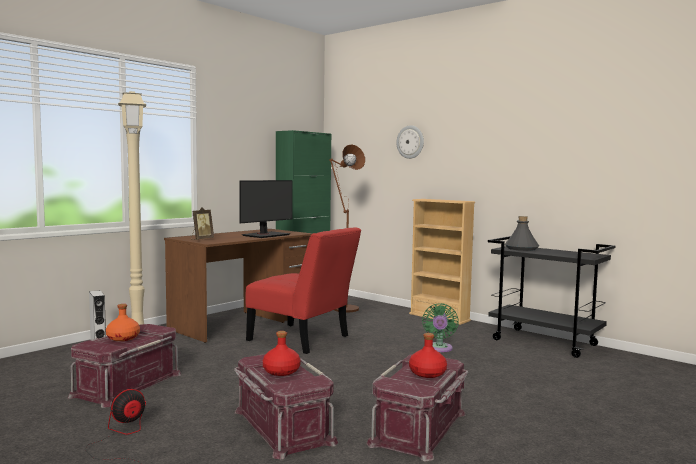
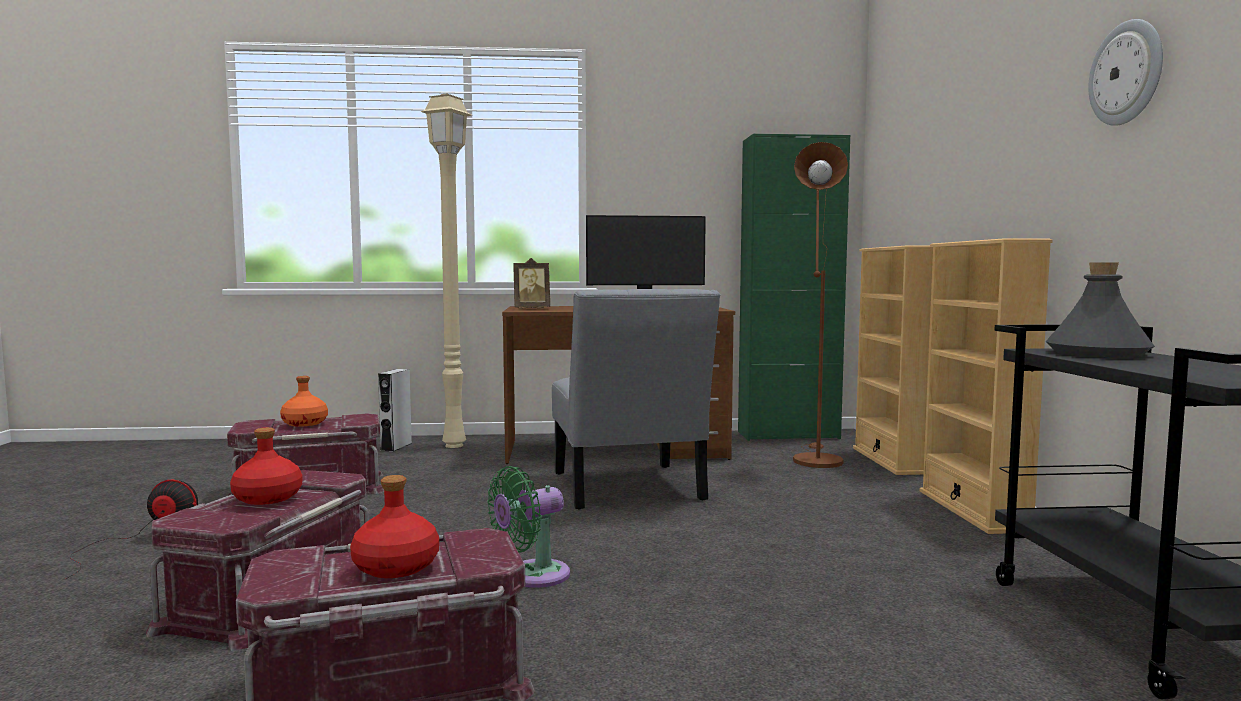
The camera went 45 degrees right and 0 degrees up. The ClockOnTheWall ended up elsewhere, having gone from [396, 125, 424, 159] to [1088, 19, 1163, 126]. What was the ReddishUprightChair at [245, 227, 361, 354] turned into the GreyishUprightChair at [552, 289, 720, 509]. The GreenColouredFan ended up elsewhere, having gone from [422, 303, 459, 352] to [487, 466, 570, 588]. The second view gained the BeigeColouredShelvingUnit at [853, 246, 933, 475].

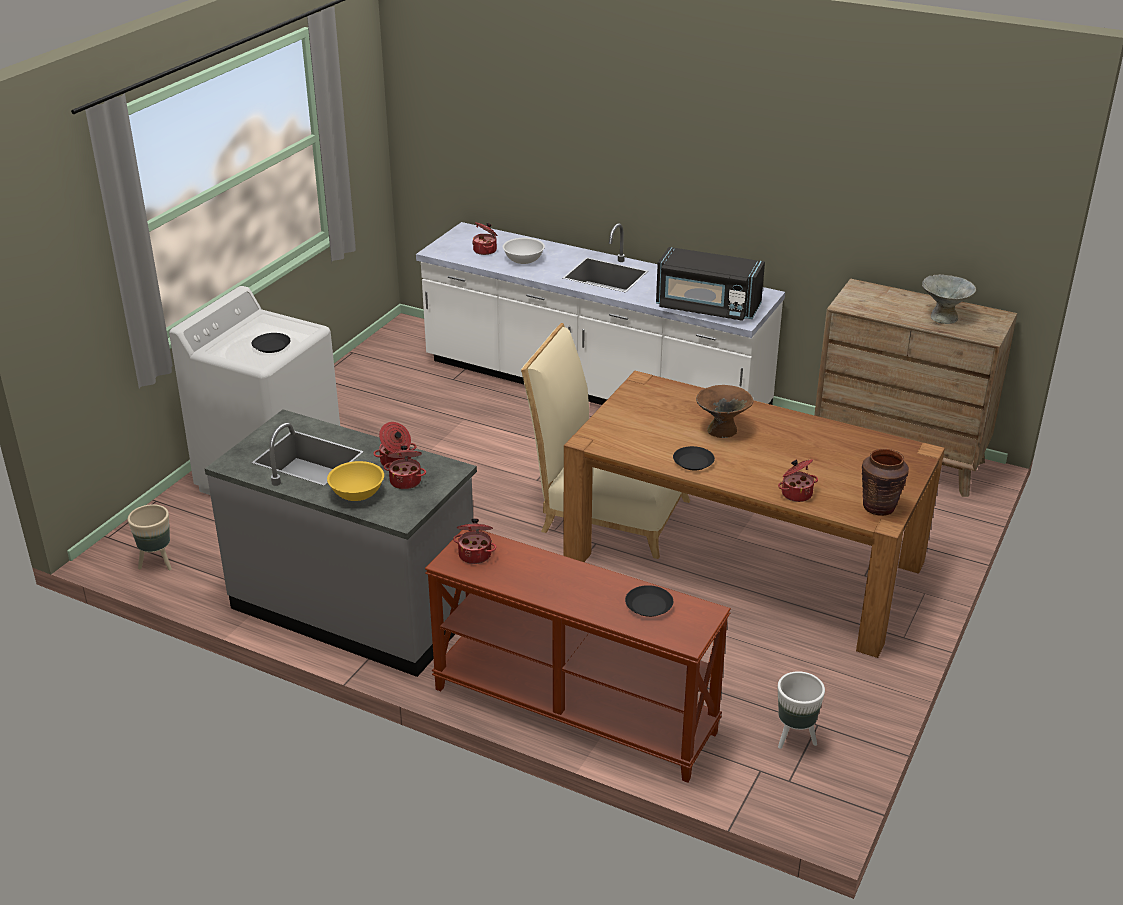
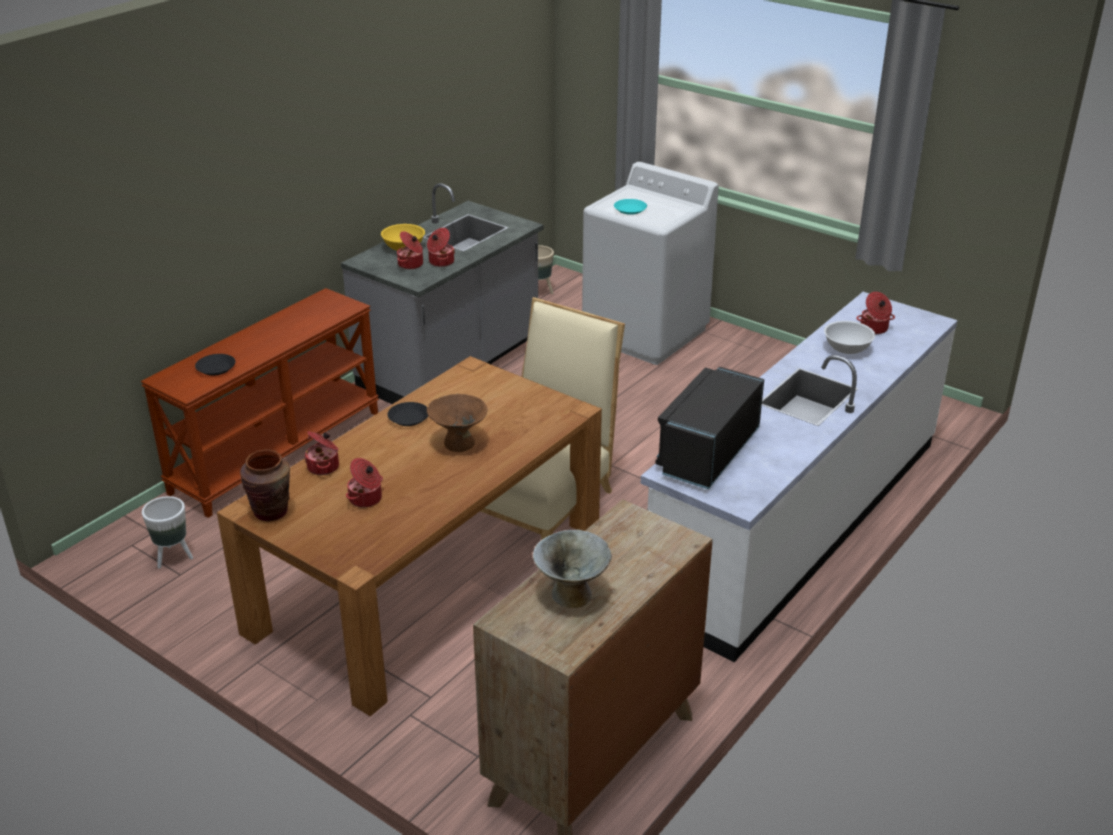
The camera went 100 degrees right and 0 degrees up. What was the BlackColouredFlatDish at [252, 333, 291, 353] turned into the TurquoiseFlatDish at [614, 199, 647, 215]. The CookingPot ended up elsewhere, having gone from [453, 519, 496, 564] to [346, 458, 383, 508].

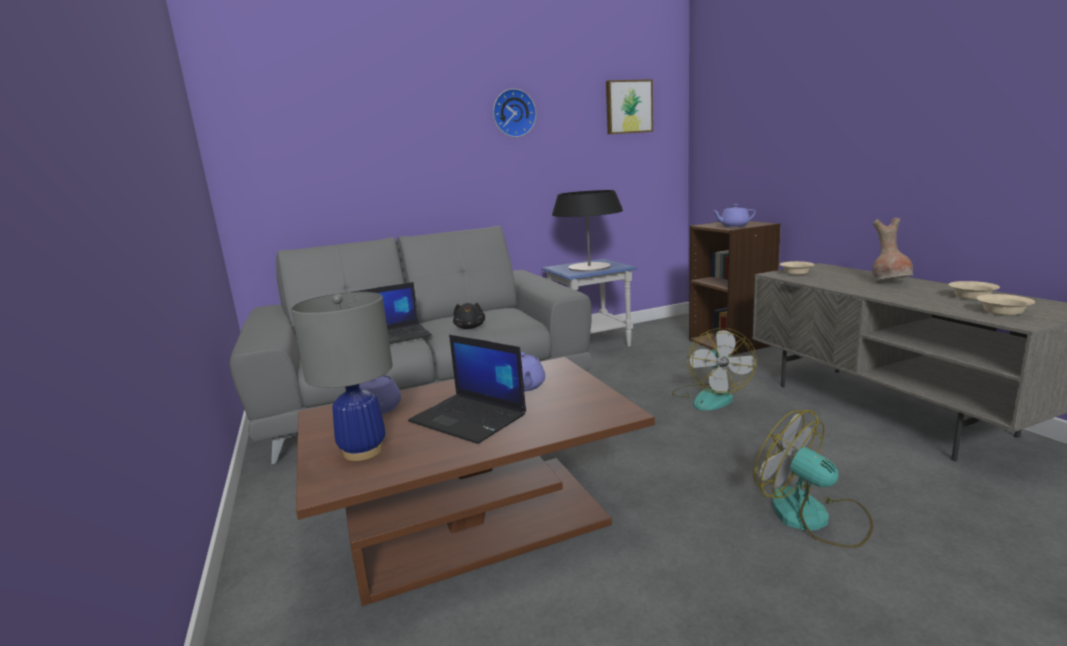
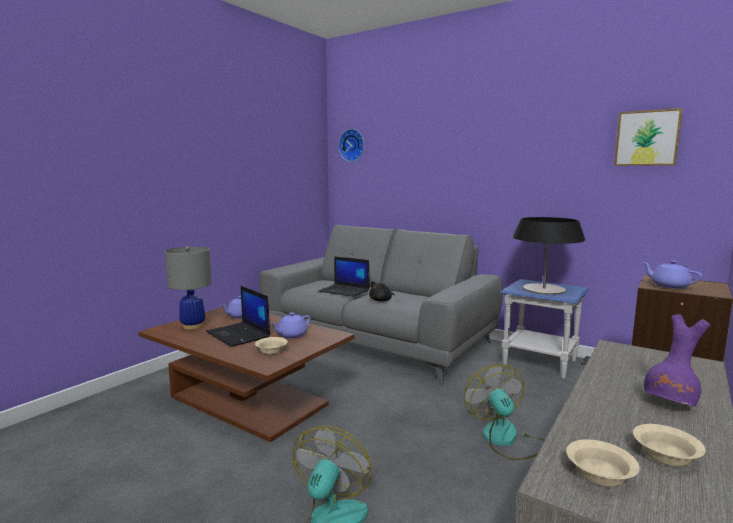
The camera went 55 degrees right and 5 degrees down. The ClockOnTheWall ended up elsewhere, having gone from [493, 89, 536, 137] to [338, 129, 364, 162]. What was the BrownFlowerVase at [872, 217, 913, 282] turned into the PurplishFlowerVase at [643, 314, 710, 407]. The BeigeColouredBowl ended up elsewhere, having gone from [779, 261, 815, 275] to [255, 337, 288, 354]. The Fan at [672, 328, 757, 411] ended up facing another way, 105 degrees clockwise from before. The PortableComputer at [408, 335, 526, 444] ended up facing another way, 45 degrees counterclockwise from before.

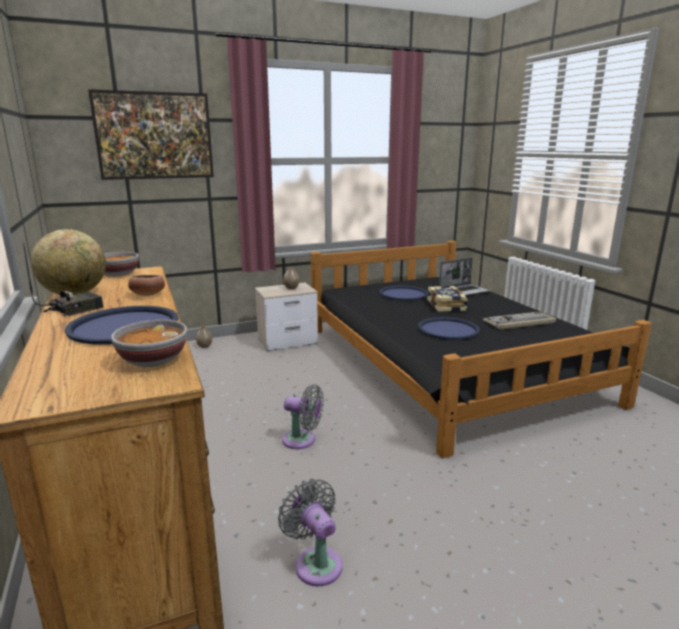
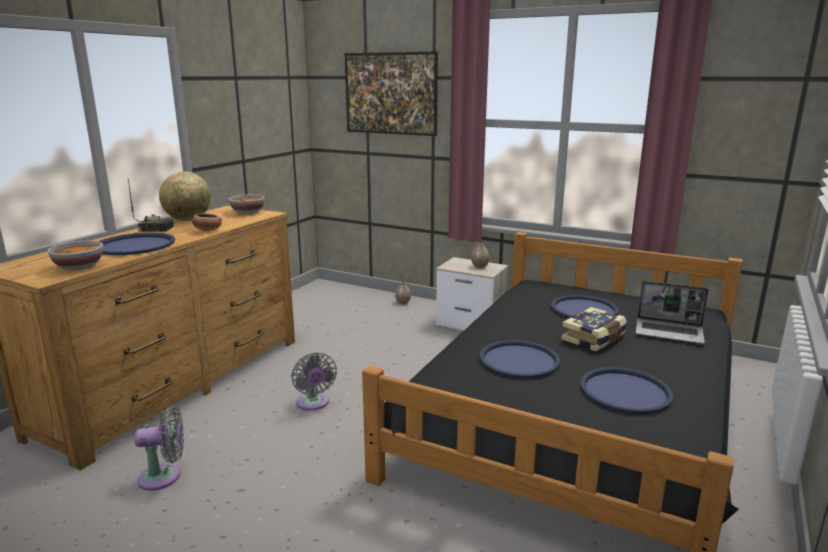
The camera went 50 degrees right and 0 degrees up. Where the ComputerKeyboard stood at [483, 312, 556, 330], the BlueCarryingTray came to stand at [581, 367, 673, 414]. The GreyishFan at [278, 479, 343, 586] ended up facing another way, 60 degrees clockwise from before.

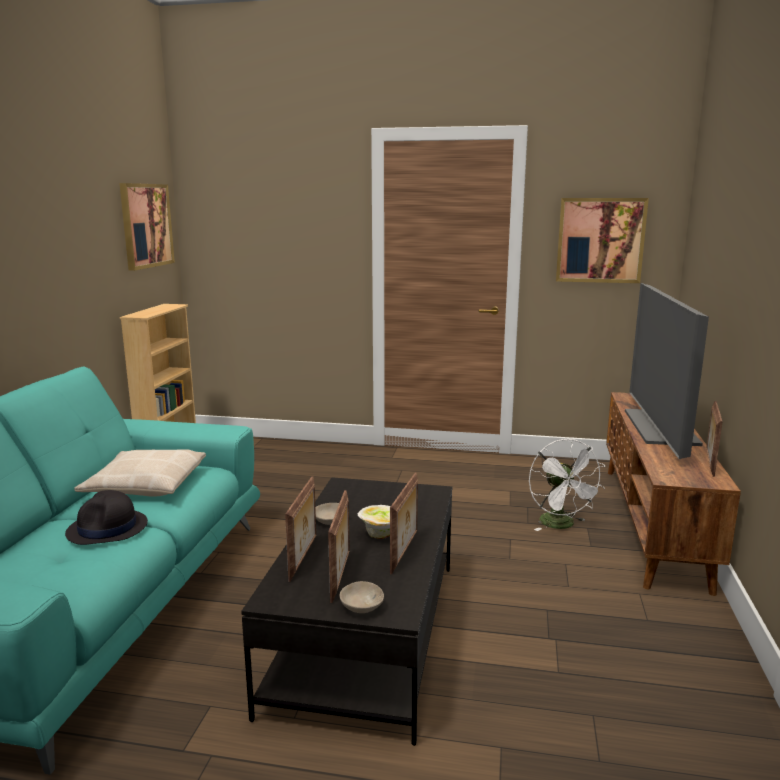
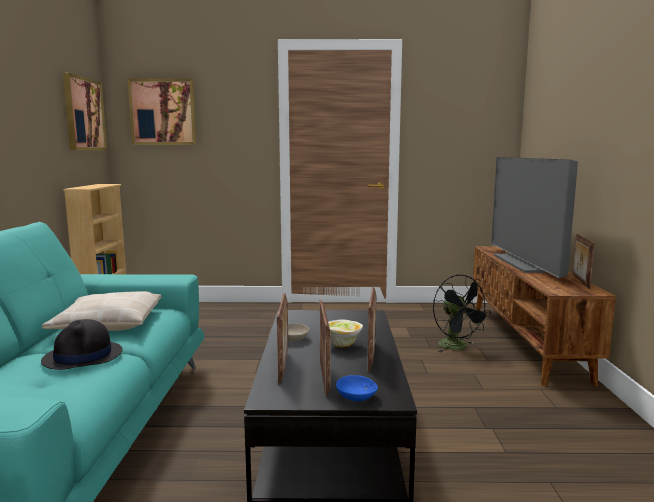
The camera went 10 degrees left and 5 degrees down. The WallArt ended up elsewhere, having gone from [556, 198, 649, 283] to [128, 79, 196, 145]. What was the WhiteColouredFan at [529, 438, 605, 531] turned into the BlackColouredFan at [433, 275, 492, 352]. What was the BeigeColouredBowl at [340, 581, 384, 613] turned into the BlueBowl at [336, 375, 378, 401].

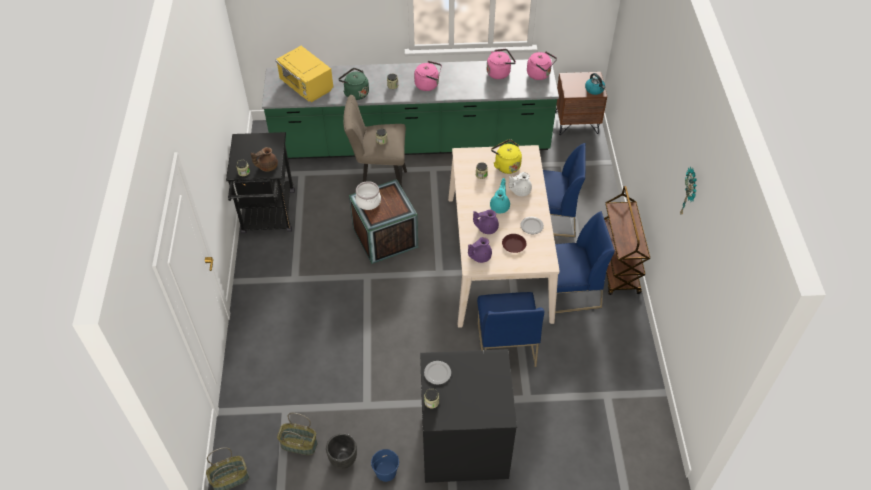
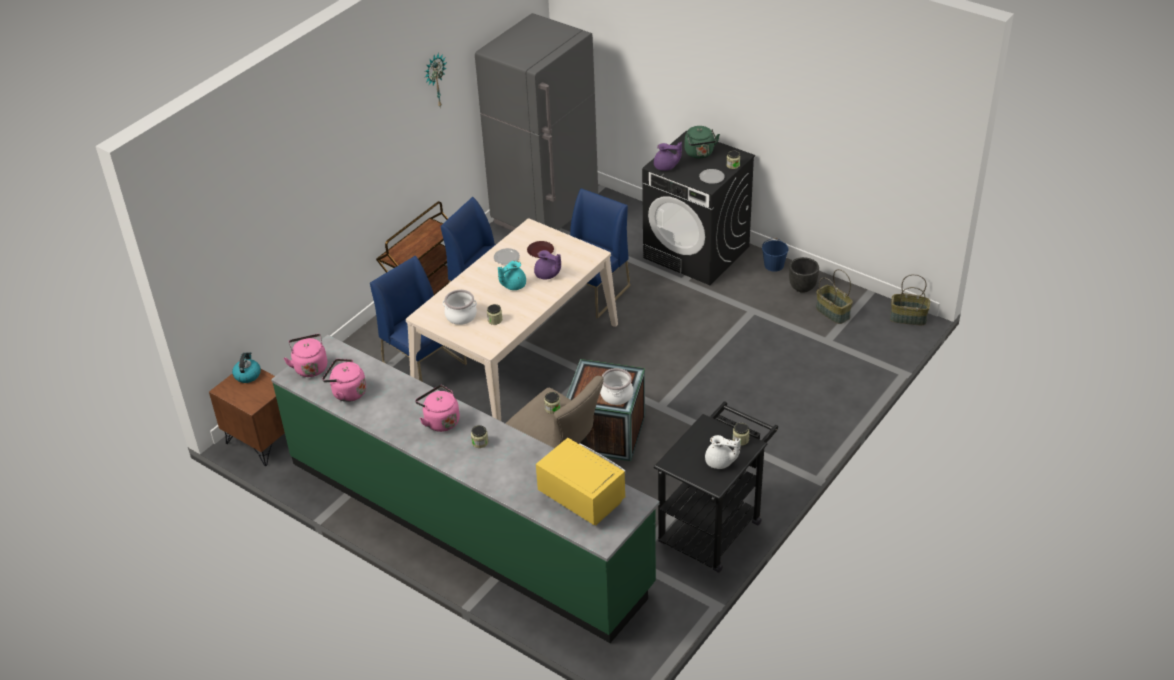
The camera went 140 degrees left and 10 degrees down. The YellowMicrowaveOven at [276, 46, 333, 102] ended up facing another way, 45 degrees counterclockwise from before. The GreenColouredKettle ended up elsewhere, having gone from [338, 68, 369, 100] to [685, 126, 720, 159]. Where the YellowKettle stood at [491, 139, 522, 174], the CookingPot came to stand at [443, 290, 477, 325]. The second view lost the BrownPotForTea at [251, 147, 278, 171]. The WhiteColouredPotForTea ended up elsewhere, having gone from [508, 172, 532, 196] to [705, 435, 741, 469]. The PurplishPotForTea ended up elsewhere, having gone from [468, 237, 492, 263] to [654, 142, 682, 171]. The second view gained the GreyishKitchenFridge at [475, 13, 598, 231].

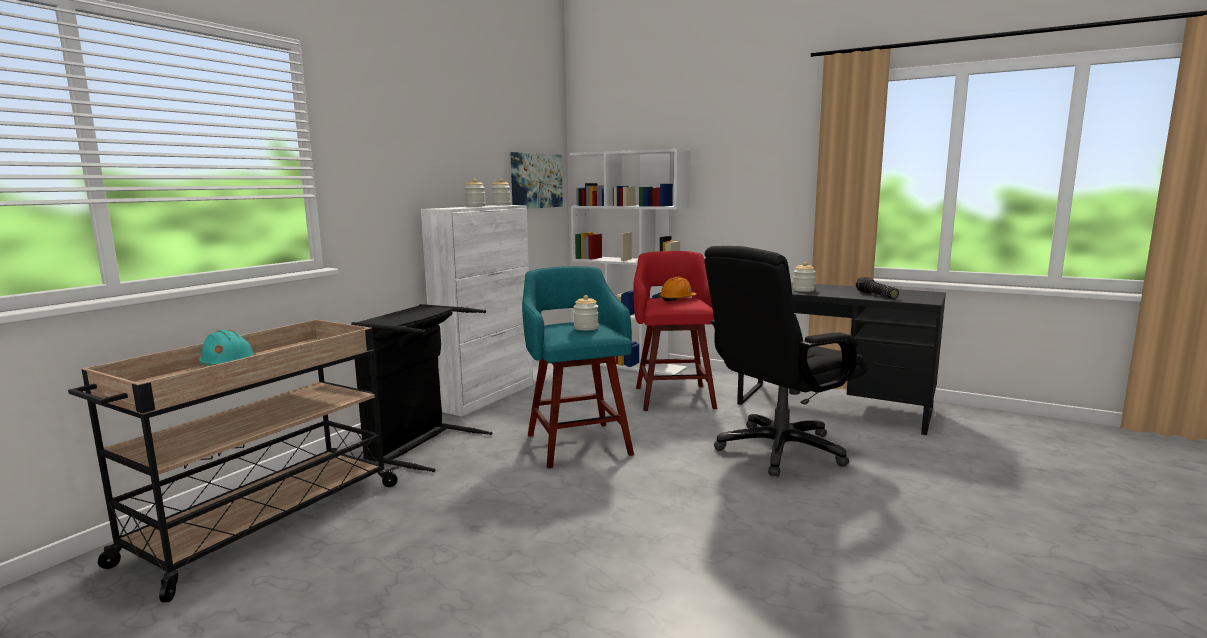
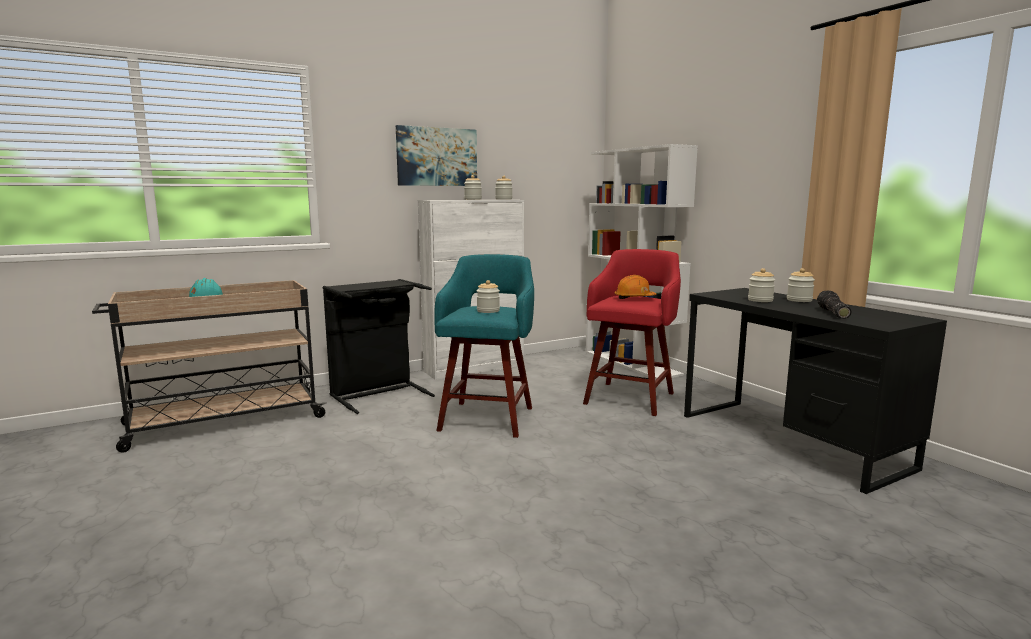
The camera went 30 degrees right and 0 degrees up. The WallArt ended up elsewhere, having gone from [510, 152, 563, 209] to [396, 125, 477, 186]. The second view lost the BlackColouredDeskChair at [704, 246, 867, 476]. The second view gained the PreserveJar at [787, 268, 815, 302].

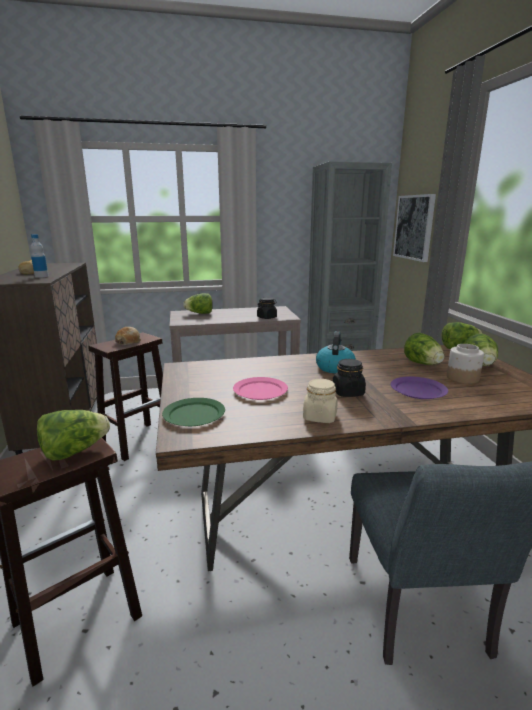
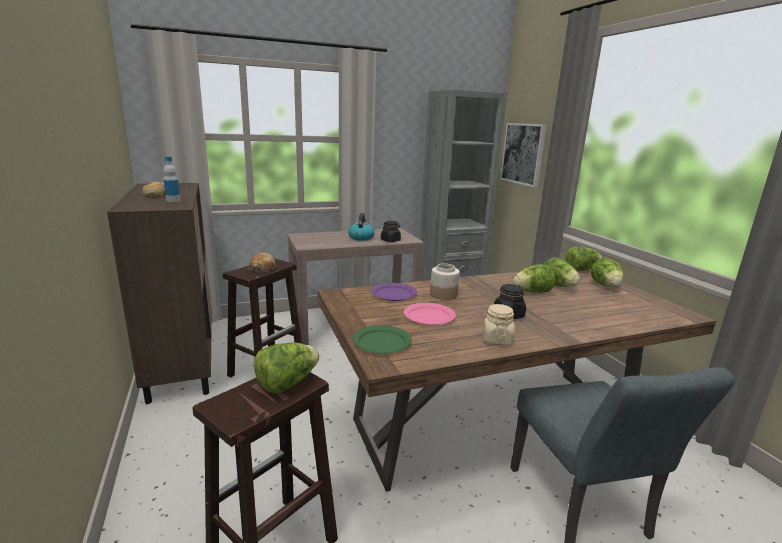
The camera went 10 degrees left and 0 degrees up. The LettuceHead ended up elsewhere, having gone from [183, 293, 213, 314] to [513, 264, 555, 293]. The Kettle ended up elsewhere, having gone from [316, 331, 356, 373] to [348, 213, 375, 241]. The PreserveJar ended up elsewhere, having gone from [447, 344, 484, 384] to [430, 264, 460, 300]. The PurplishFlatDish ended up elsewhere, having gone from [390, 376, 448, 399] to [371, 283, 417, 301].

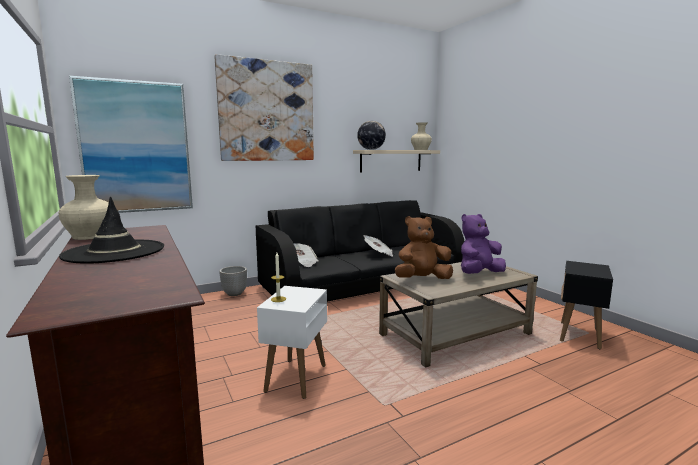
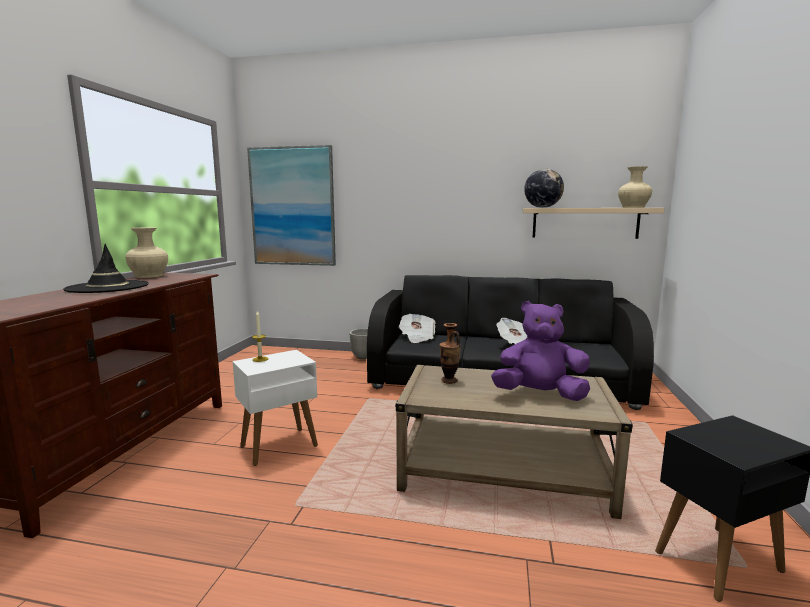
The camera went 40 degrees right and 0 degrees up. The second view lost the WallArt at [215, 54, 314, 161]. Where the BrownSoftToy stood at [395, 216, 453, 279], the FlowerVase came to stand at [439, 323, 461, 384].

